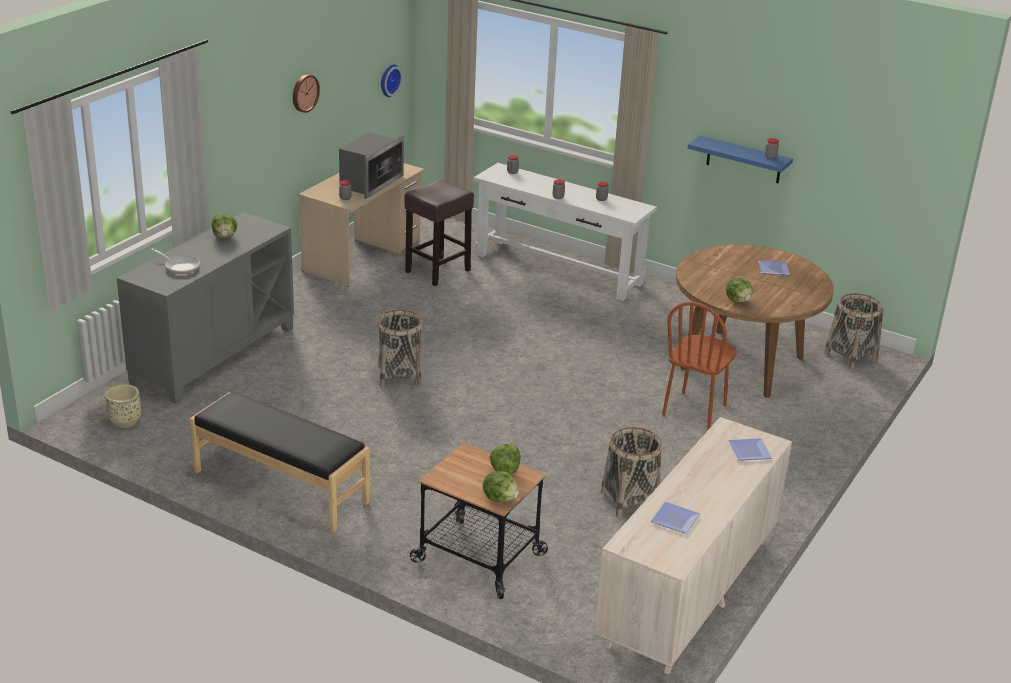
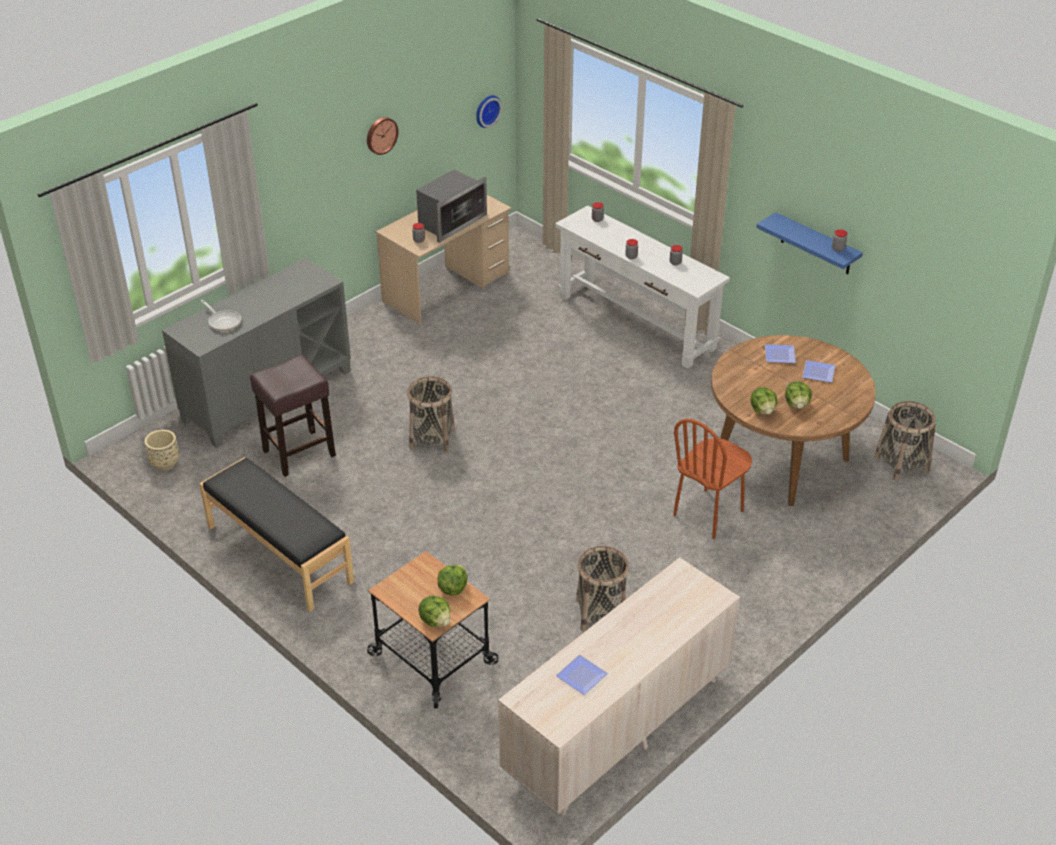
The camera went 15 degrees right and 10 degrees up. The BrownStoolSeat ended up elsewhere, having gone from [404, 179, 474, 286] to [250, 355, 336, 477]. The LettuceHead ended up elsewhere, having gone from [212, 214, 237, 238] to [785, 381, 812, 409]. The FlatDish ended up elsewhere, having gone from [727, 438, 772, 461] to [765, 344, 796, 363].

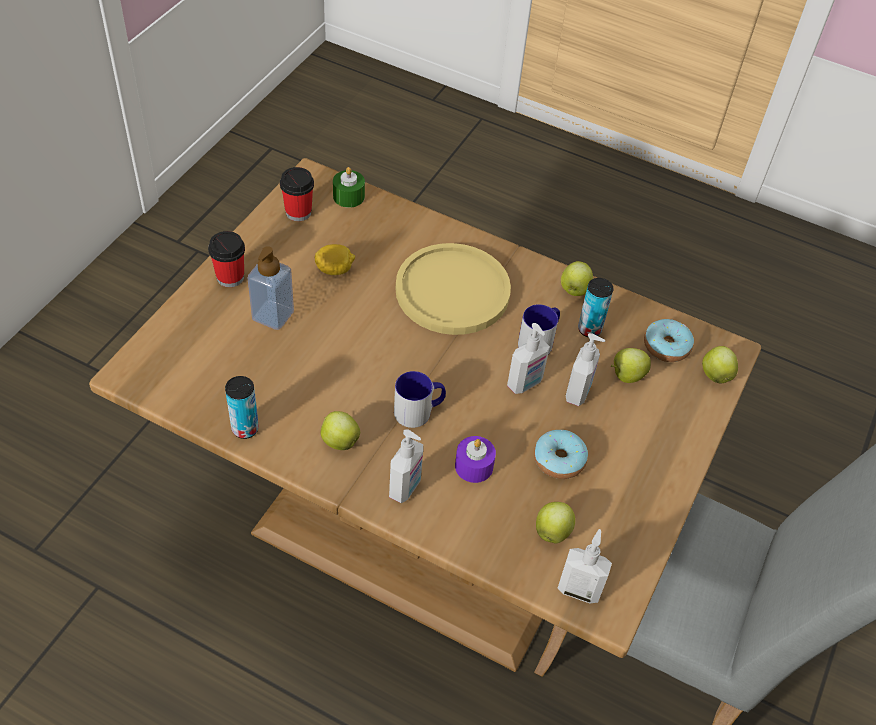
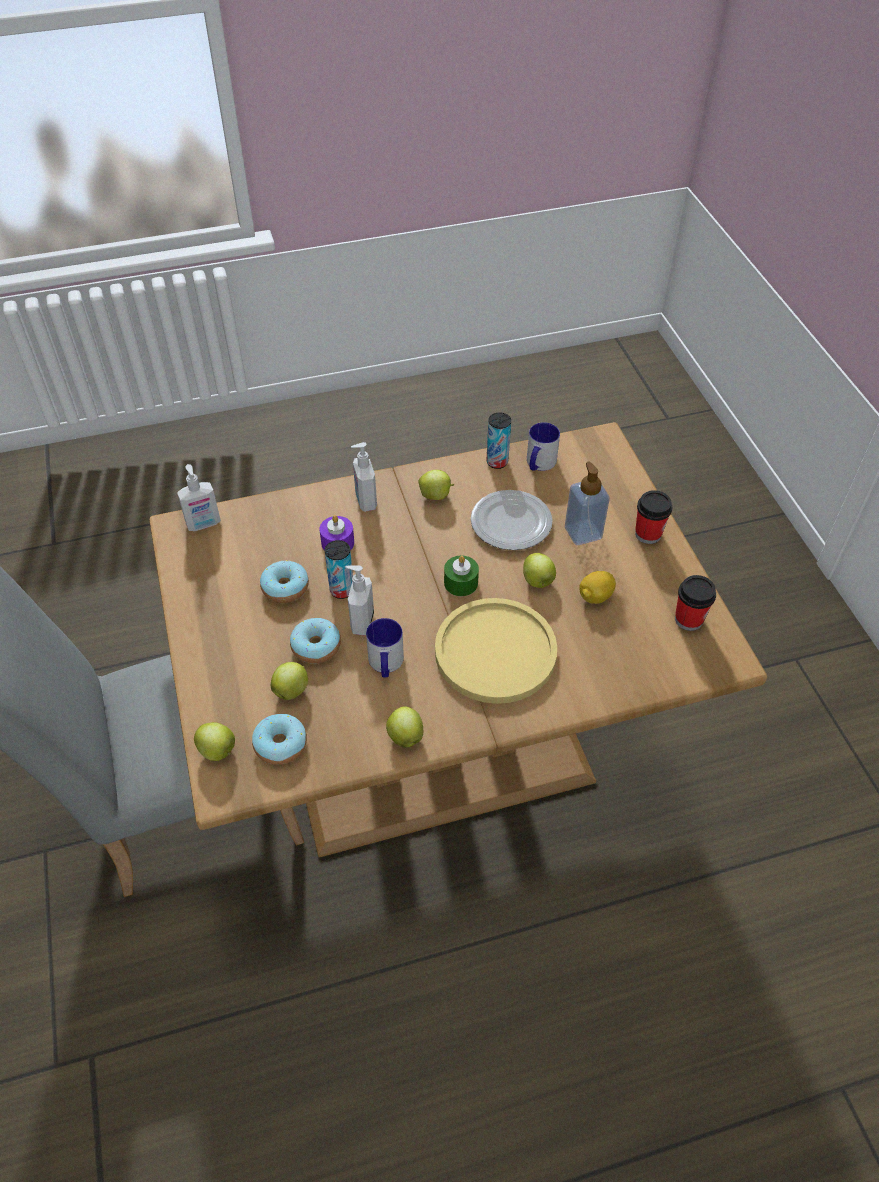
The camera went 140 degrees right and 0 degrees up. The GreenColouredCandle ended up elsewhere, having gone from [333, 167, 365, 208] to [444, 555, 479, 596]. The Can ended up elsewhere, having gone from [578, 278, 614, 337] to [325, 540, 353, 599]. Where the SoapDispenser stood at [566, 333, 605, 406], the RingDoughnut came to stand at [290, 618, 341, 664]. The CoffeeMug ended up elsewhere, having gone from [394, 371, 446, 428] to [527, 422, 560, 471]. The AppleFruit ended up elsewhere, having gone from [536, 502, 575, 543] to [523, 553, 556, 588]. The second view gained the FlatDish at [471, 490, 553, 550].

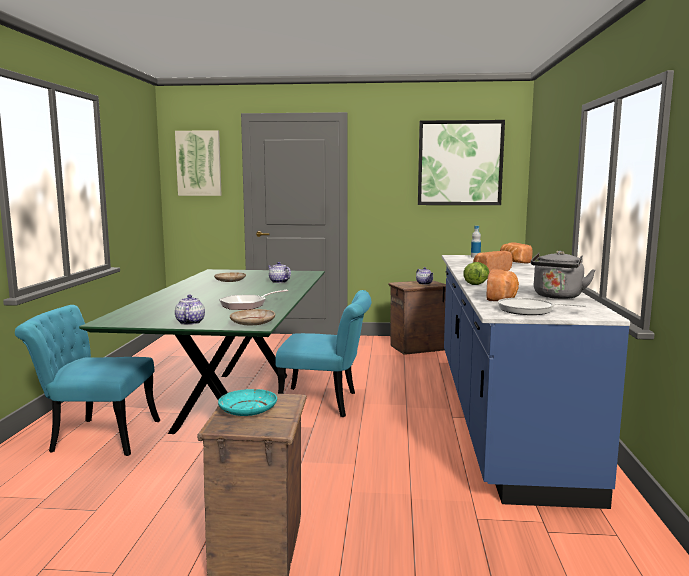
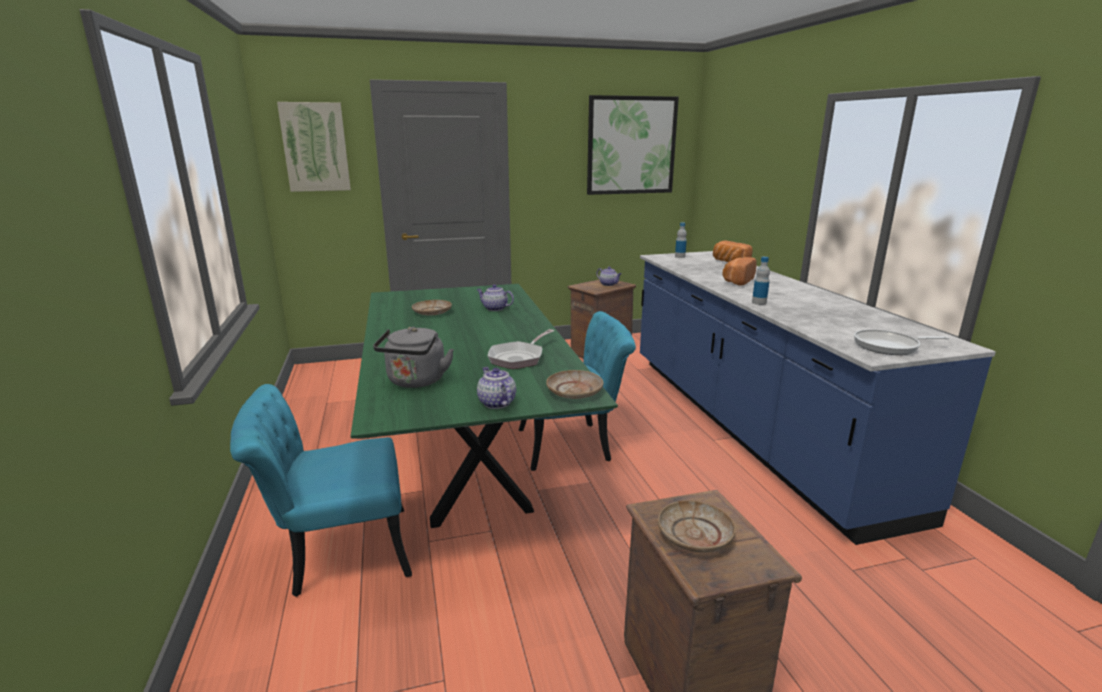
The camera went 20 degrees left and 10 degrees up. The GreyishKettle ended up elsewhere, having gone from [531, 251, 595, 299] to [373, 327, 454, 388]. Where the LettuceHead stood at [463, 262, 489, 285], the BeverageBottle came to stand at [752, 257, 770, 305]. The second view lost the BakedBread at [487, 269, 519, 301]. What was the TurquoiseFlatDish at [218, 389, 277, 416] turned into the BeigeColouredFlatDish at [658, 500, 736, 552].

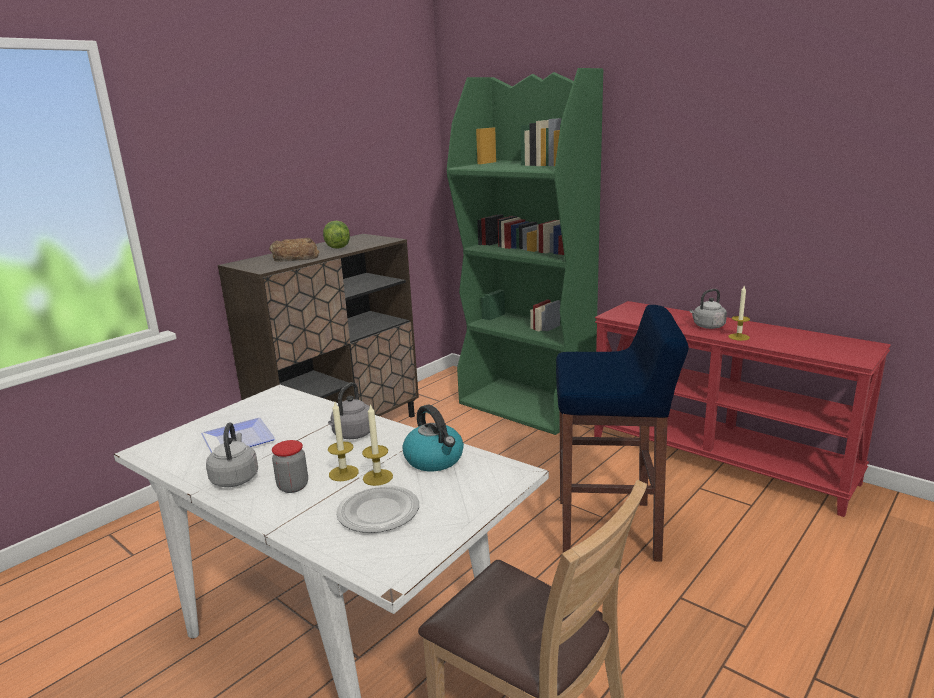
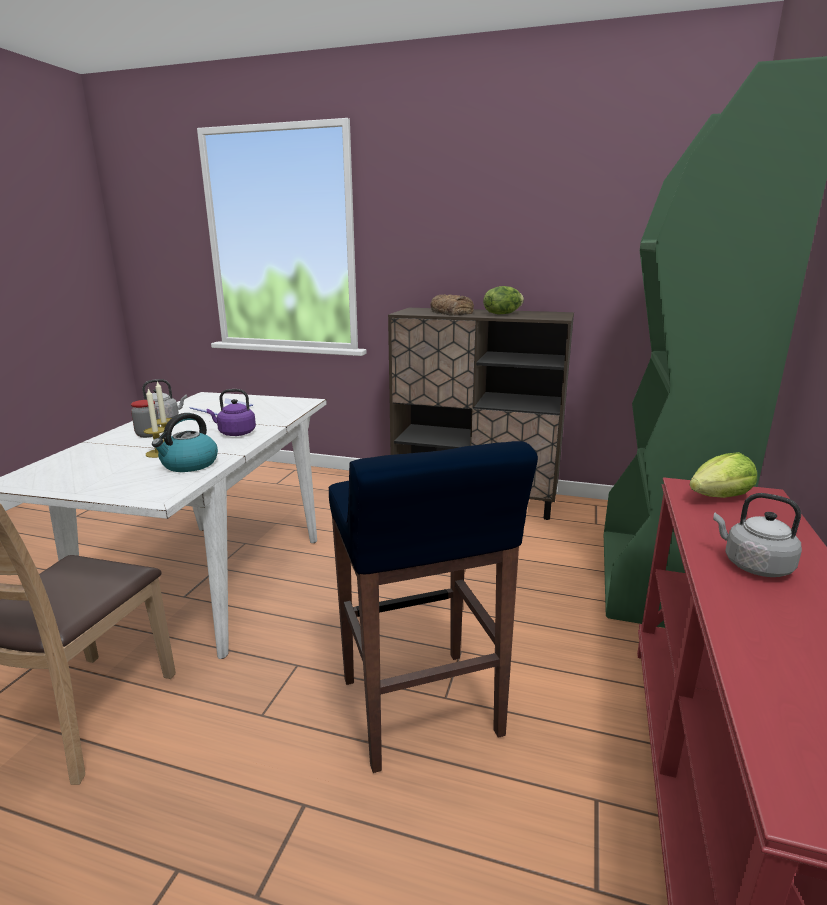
The camera went 65 degrees right and 0 degrees up. The second view lost the Candle at [728, 286, 750, 341]. What was the GreyishKettle at [328, 382, 370, 439] turned into the PurplishKettle at [207, 389, 256, 436]. The second view lost the FlatDish at [336, 485, 419, 533]. The second view gained the LettuceHead at [689, 452, 757, 498].

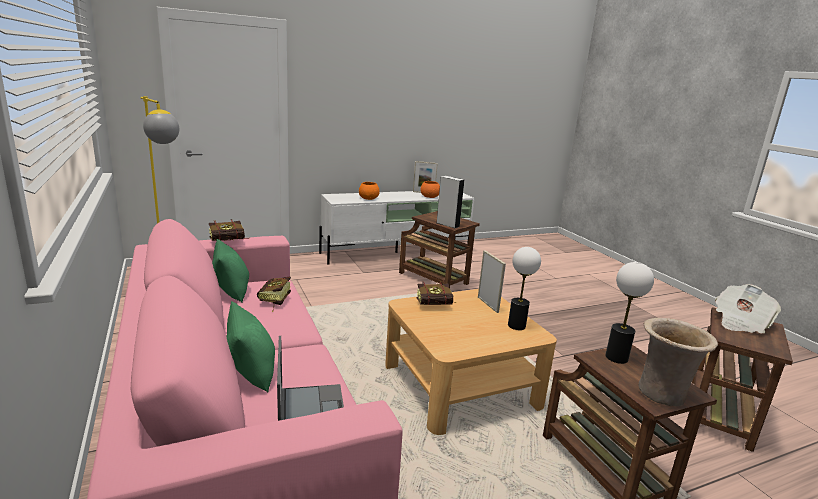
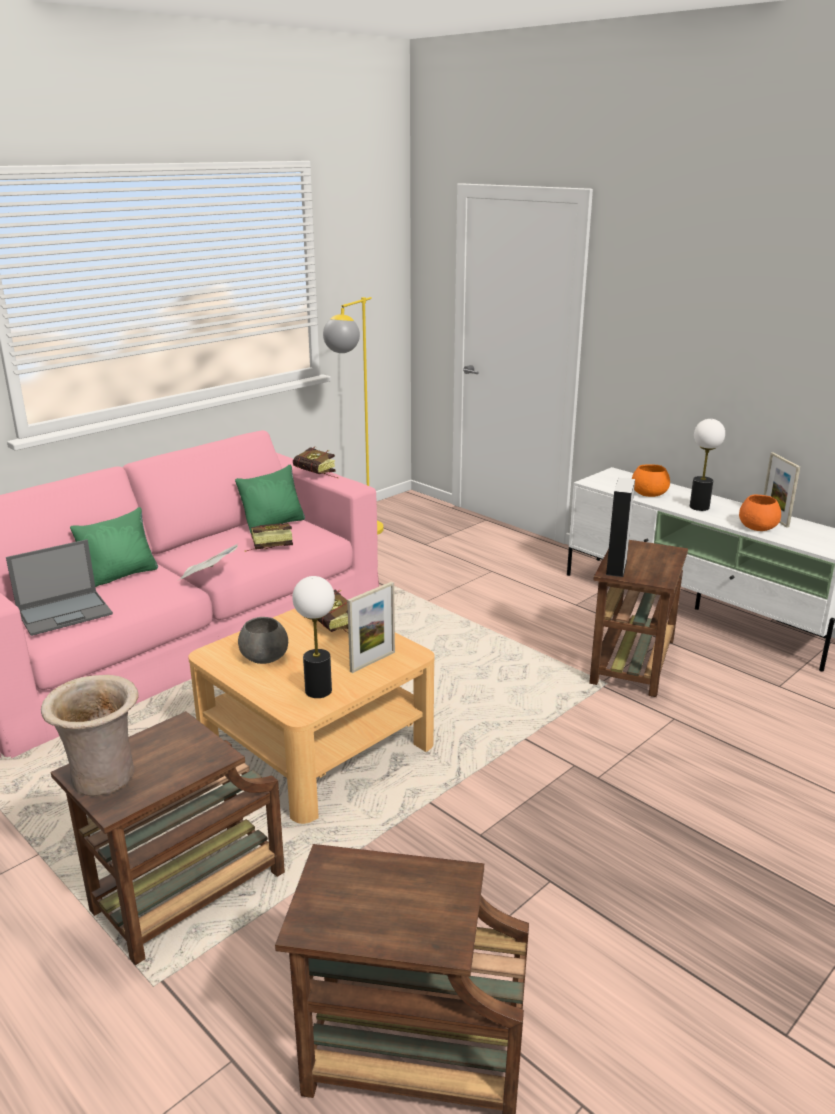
The camera went 70 degrees right and 5 degrees up. The LampForATable ended up elsewhere, having gone from [605, 262, 654, 364] to [690, 419, 725, 511]. The Newspaper ended up elsewhere, having gone from [715, 284, 781, 334] to [177, 544, 238, 581]. The second view gained the GreyishBowl at [238, 617, 288, 664].

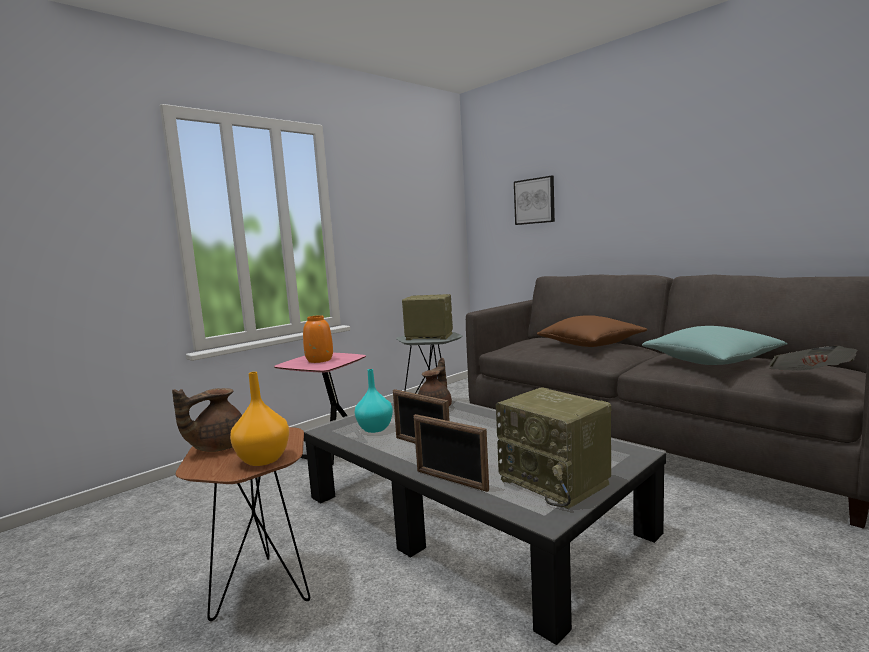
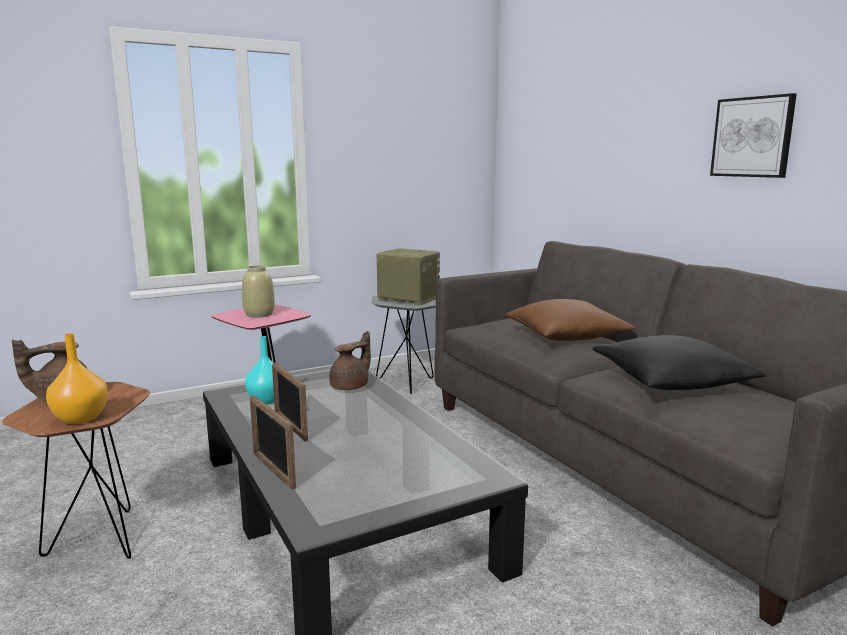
The camera went 15 degrees right and 5 degrees up. The WallArt ended up elsewhere, having gone from [514, 176, 555, 225] to [710, 93, 797, 178]. What was the OrangeColouredFlowerVase at [303, 315, 333, 363] turned into the BeigeColouredFlowerVase at [242, 265, 275, 318]. What was the TurquoiseCushion at [642, 326, 787, 365] turned into the BlackColouredCushion at [593, 335, 767, 390]. The second view lost the Newspaper at [769, 346, 858, 371]. The second view lost the RadioSet at [496, 387, 612, 509].

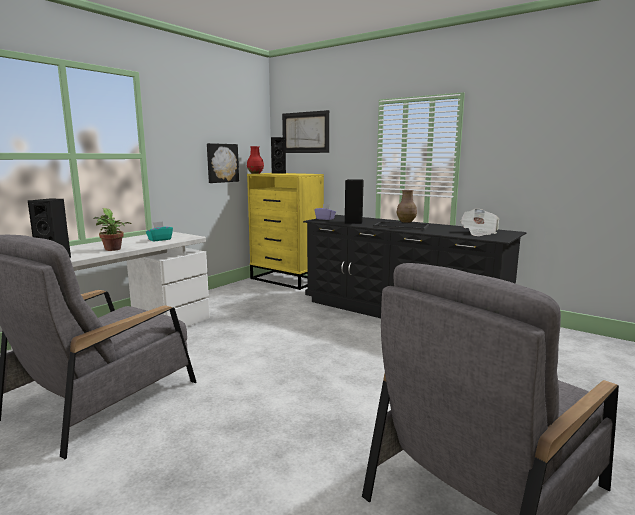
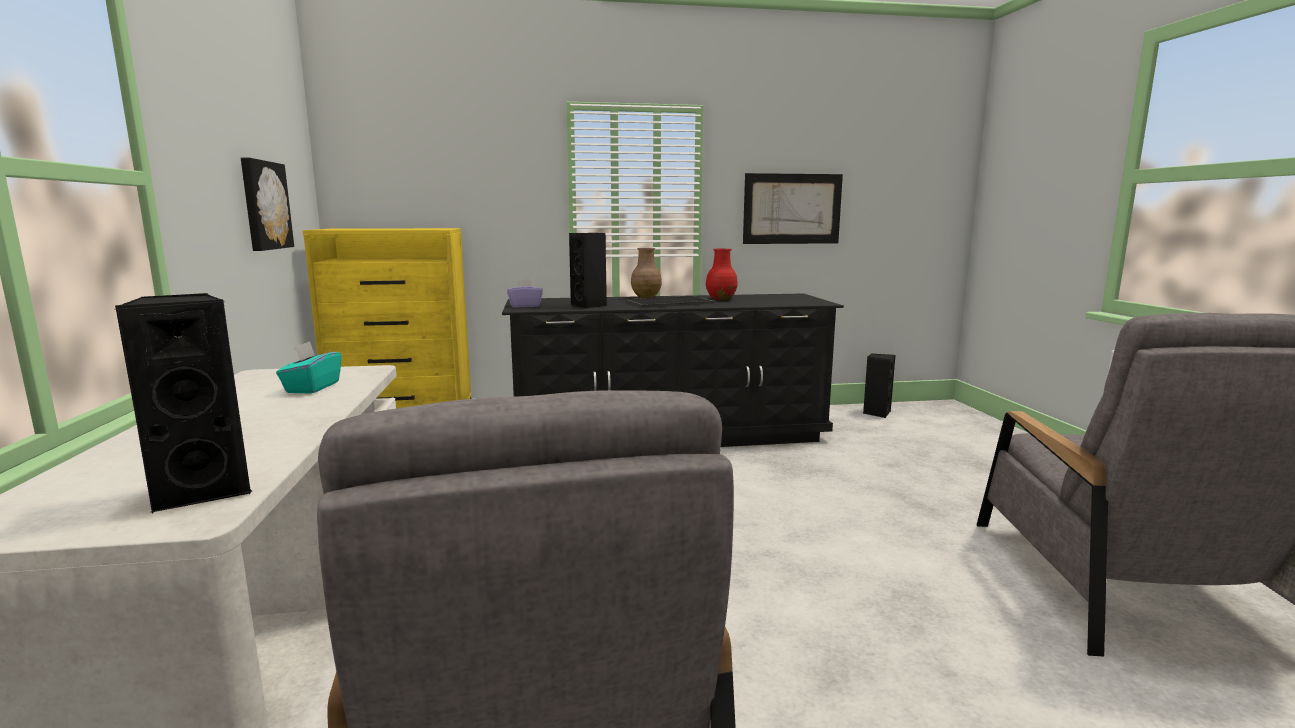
The camera went 45 degrees left and 0 degrees up. The WallArt ended up elsewhere, having gone from [282, 110, 329, 153] to [743, 173, 843, 244]. The BlackColouredAudioSpeaker ended up elsewhere, having gone from [271, 137, 286, 174] to [863, 354, 895, 418]. The ReddishFlowerVase ended up elsewhere, having gone from [247, 146, 264, 174] to [706, 249, 738, 300]. The second view lost the PottedPlant at [93, 208, 131, 251]. The second view lost the Newspaper at [460, 209, 499, 236].

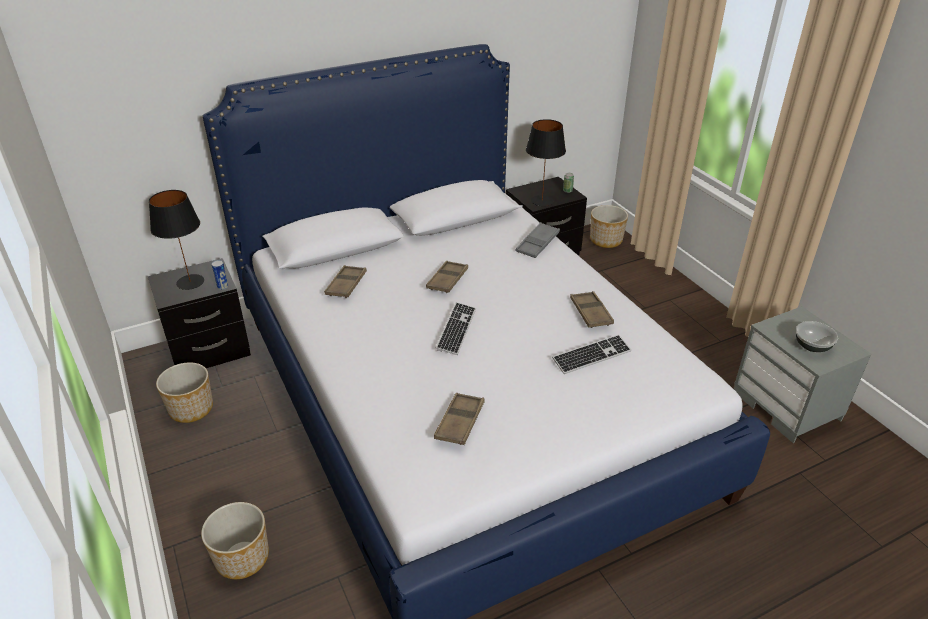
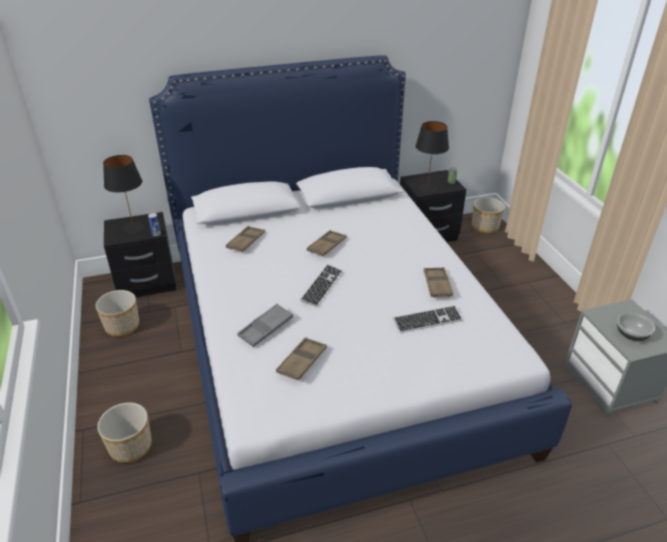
The camera went 10 degrees right and 0 degrees up. The GreyishCarryingTray ended up elsewhere, having gone from [515, 222, 560, 258] to [237, 304, 293, 347].

